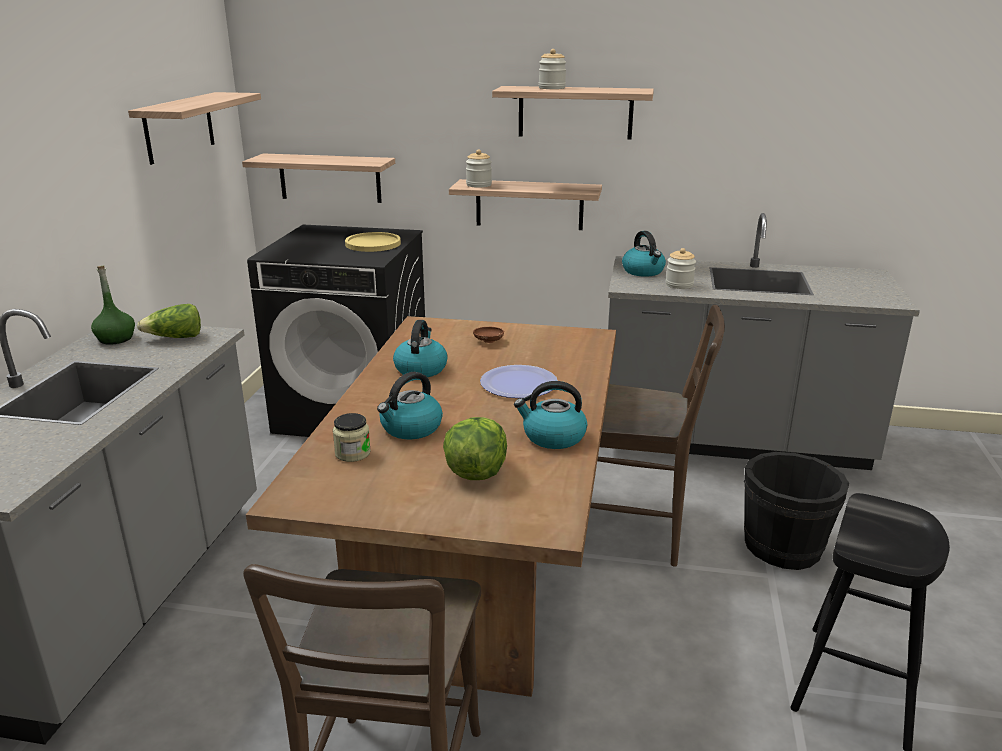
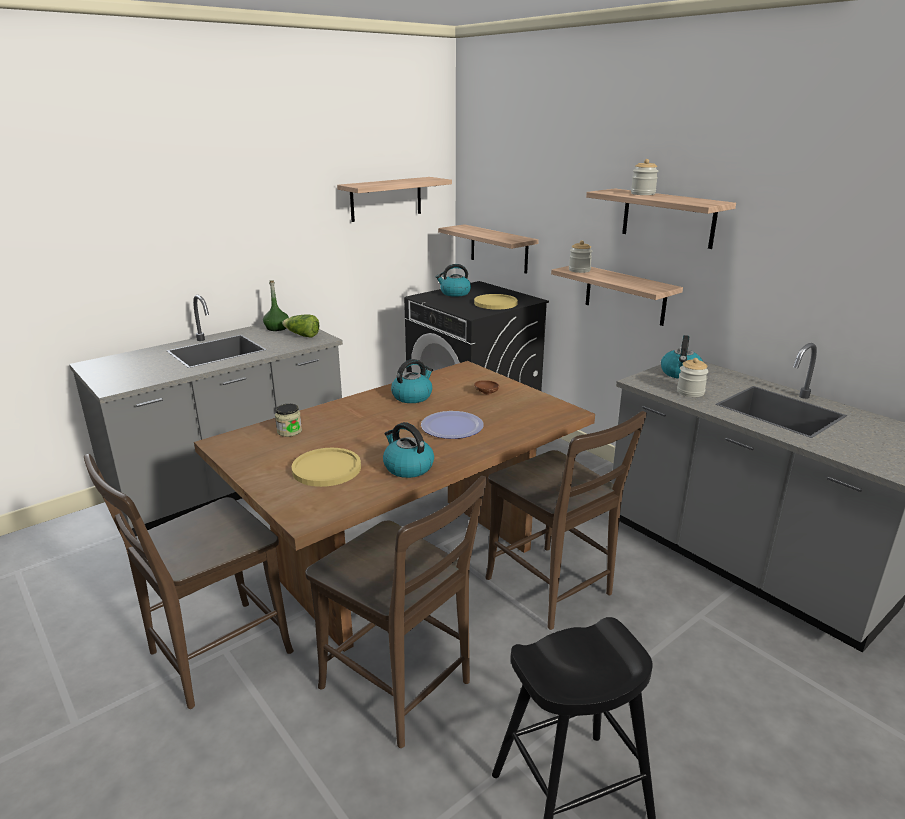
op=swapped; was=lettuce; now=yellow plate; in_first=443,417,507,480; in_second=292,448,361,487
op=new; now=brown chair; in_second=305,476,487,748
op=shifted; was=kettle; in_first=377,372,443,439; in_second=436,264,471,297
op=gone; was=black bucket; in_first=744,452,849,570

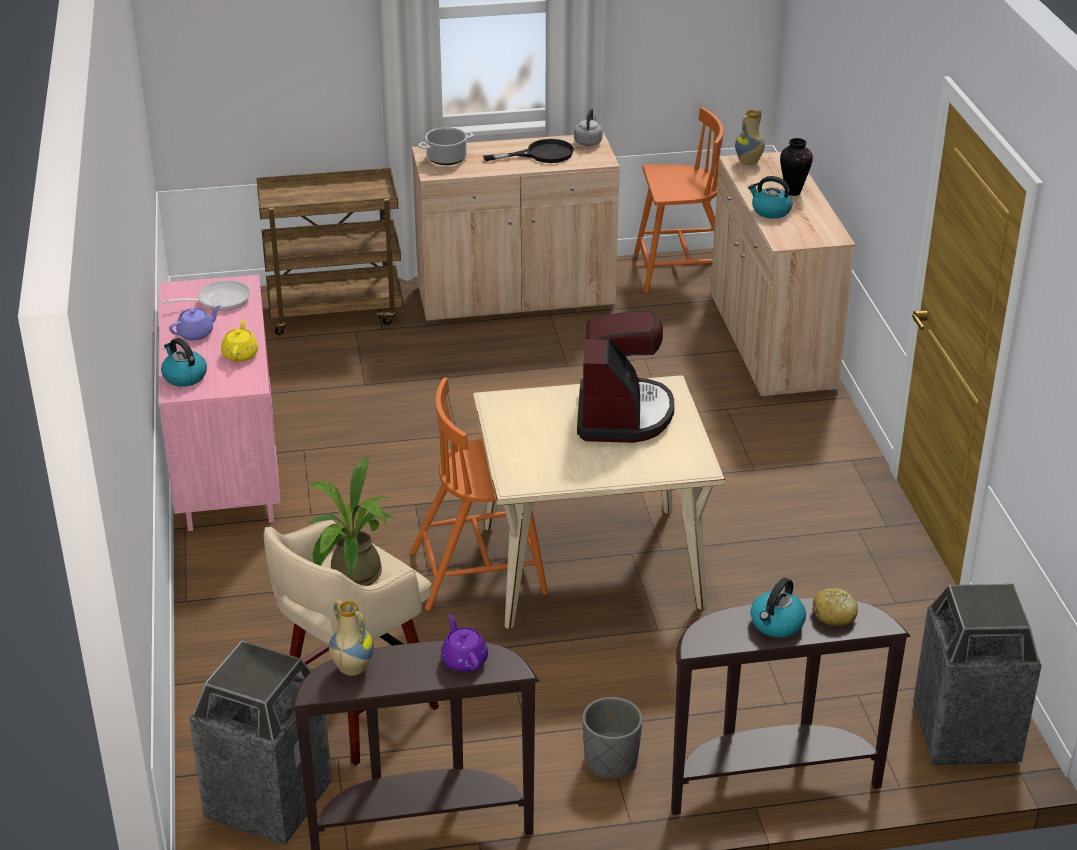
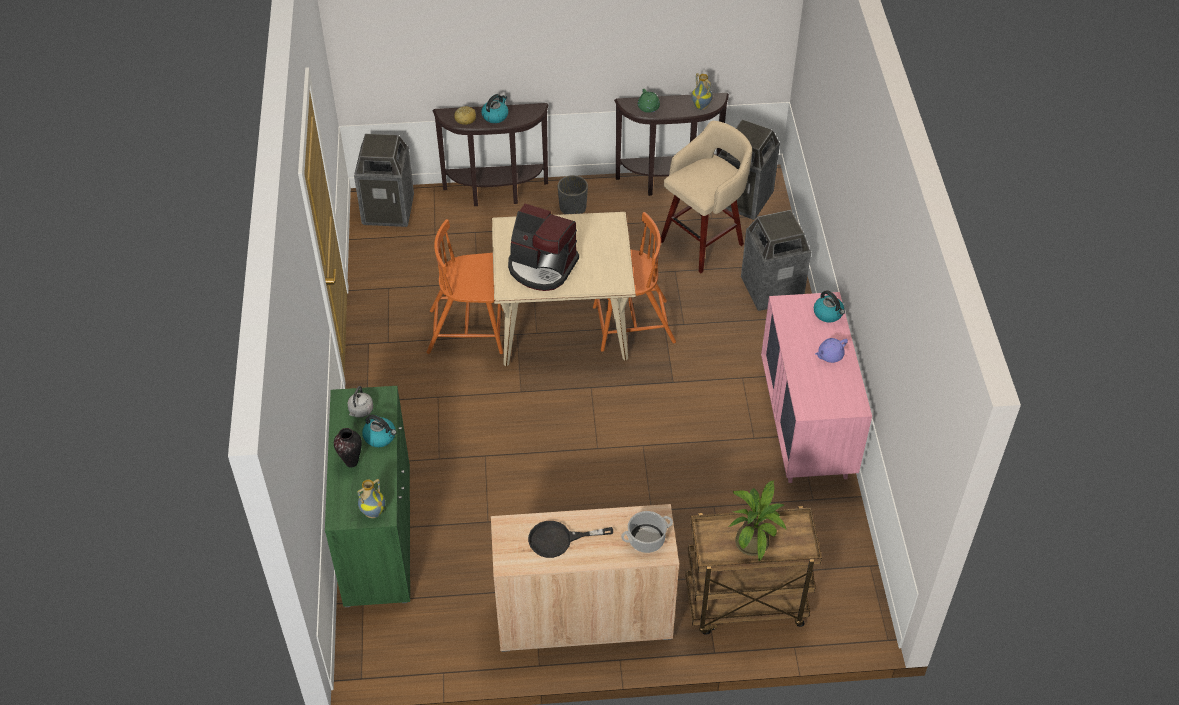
op=repainted; was=beige cabinet; now=green cabinet; in_first=711,152,855,399; in_second=325,386,410,607
op=shifted; was=grey kettle; in_first=574,108,602,146; in_second=348,386,373,418
op=shifted; was=orange chair; in_first=634,107,724,293; in_second=427,219,503,354
op=rotated; was=coffee machine; in_first=577,310,674,443; in_second=508,204,579,291; clockwise=-75
op=repainted; was=purple teapot; now=green teapot; in_first=441,614,488,672; in_second=638,89,660,113
op=shifted; was=potted plant; in_first=308,456,394,586; in_second=729,480,786,562
op=new; now=trash can; in_second=741,210,811,311
op=gone; was=frying pan; in_first=161,280,251,311
op=gone; was=yellow teapot; in_first=221,319,258,362

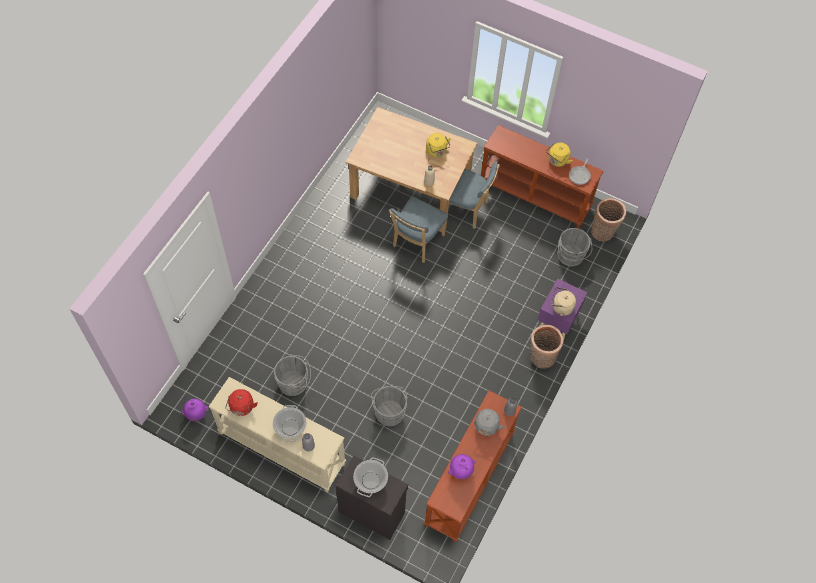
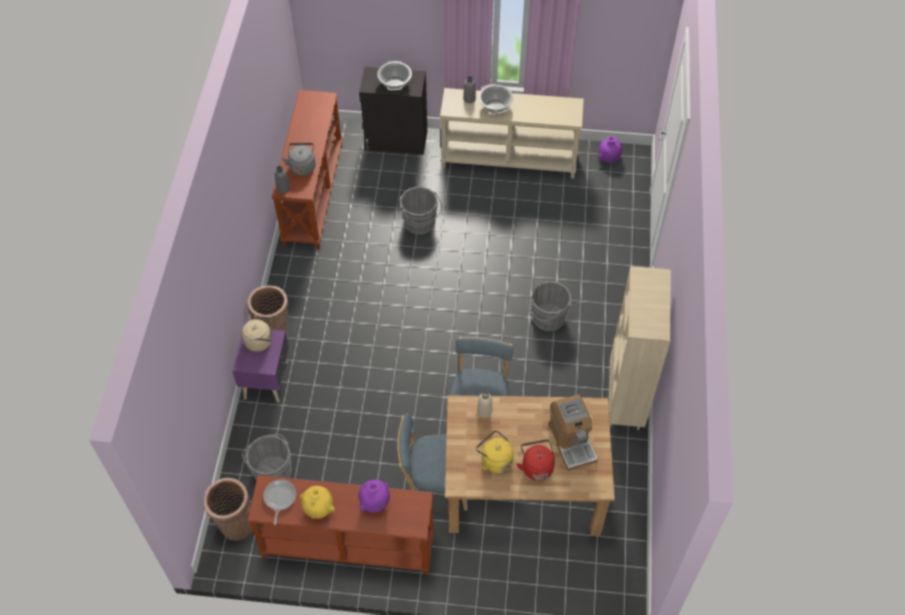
op=swapped; was=yellow kettle; now=yellow vase; in_first=546,142,572,167; in_second=300,486,335,519
op=shifted; was=purple vase; in_first=448,454,476,479; in_second=358,480,390,512
op=shifted; was=red kettle; in_first=225,389,258,416; in_second=517,439,555,481
op=shifted; was=grey bucket; in_first=274,354,311,396; in_second=526,281,571,331
op=new; now=coffee machine; in_second=548,394,598,471
op=new; now=beige bookcase; in_second=608,266,671,430

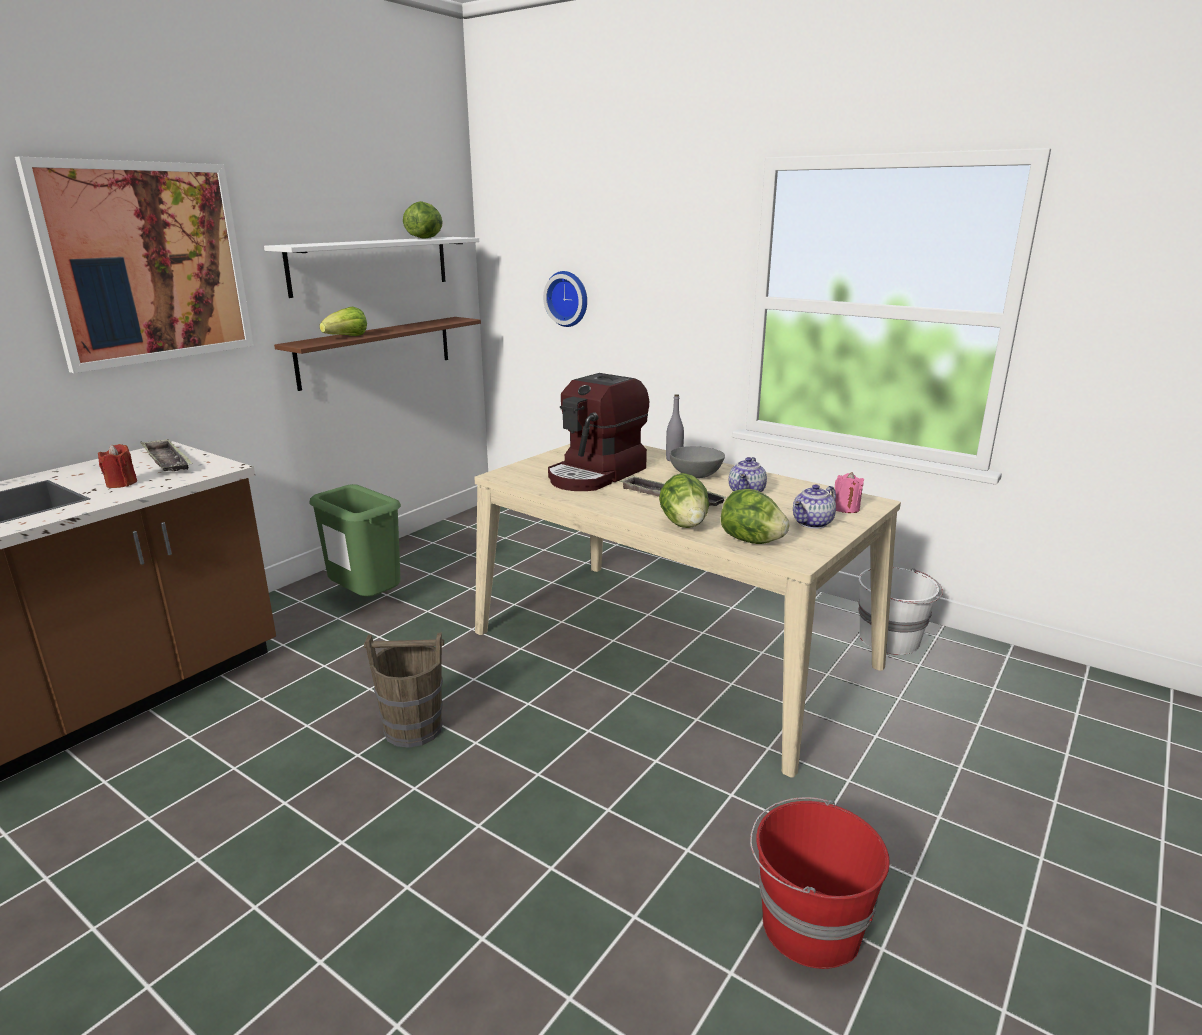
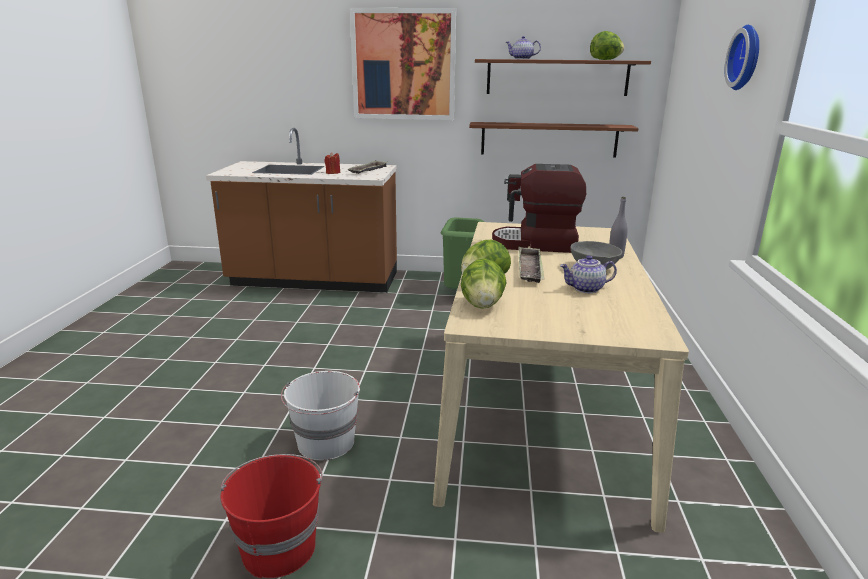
op=shifted; was=white bucket; in_first=858,567,943,655; in_second=281,371,360,460
op=repainted; was=white shelf; now=brown shelf; in_first=264,237,479,298; in_second=475,59,651,96
op=shifted; was=teapot; in_first=793,484,836,529; in_second=506,36,541,59
op=shifted; was=wall clock; in_first=543,271,587,327; in_second=725,25,759,90
op=gone; was=lettuce; in_first=319,306,367,336
op=gone; was=brown bucket; in_first=364,632,444,748
op=gone; was=pink candle; in_first=835,472,864,513

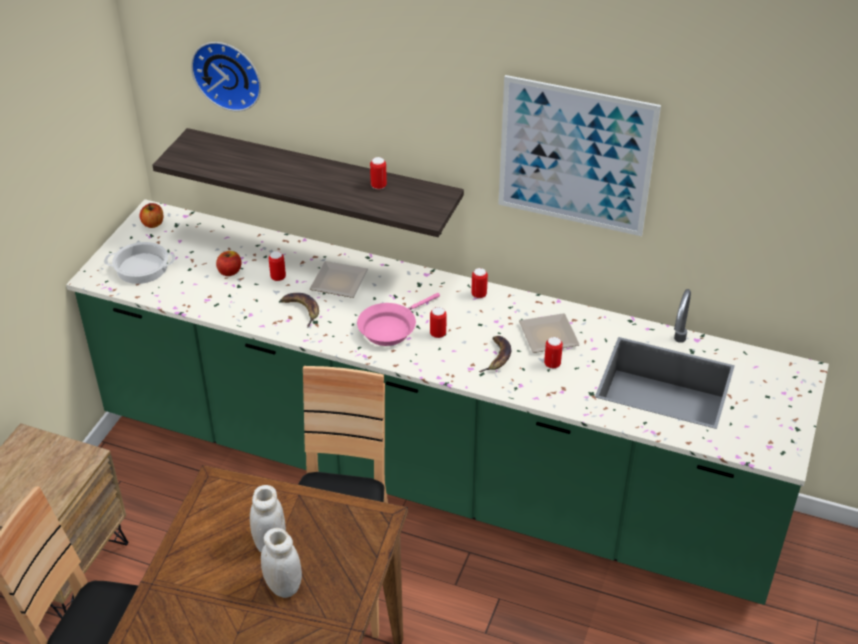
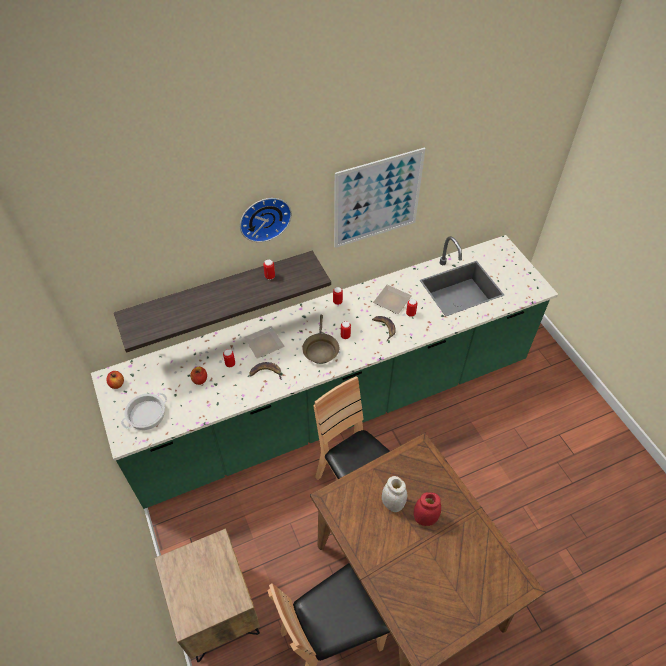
op=shifted; was=wall clock; in_first=191,42,261,112; in_second=240,198,292,242
op=repainted; was=pink frying pan; now=brown frying pan; in_first=357,293,440,346; in_second=302,315,339,364
op=repainted; was=white jar; now=red jar; in_first=261,528,302,598; in_second=414,492,441,526

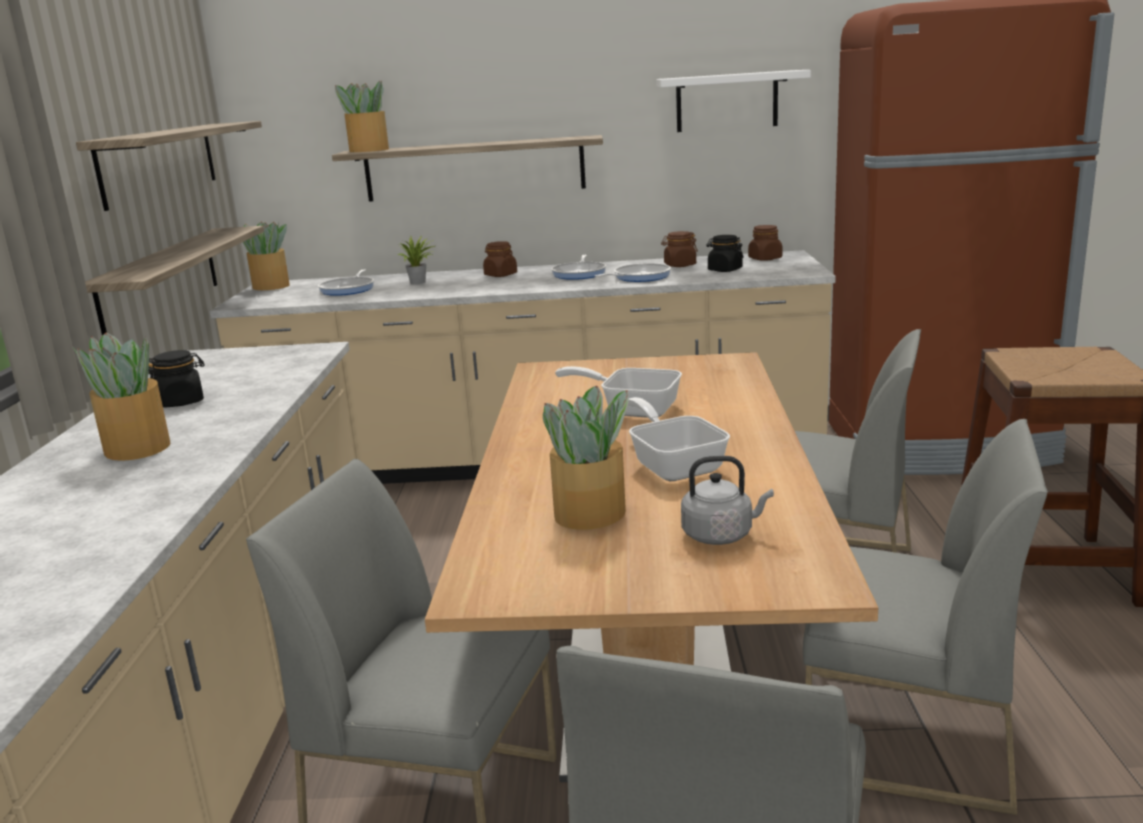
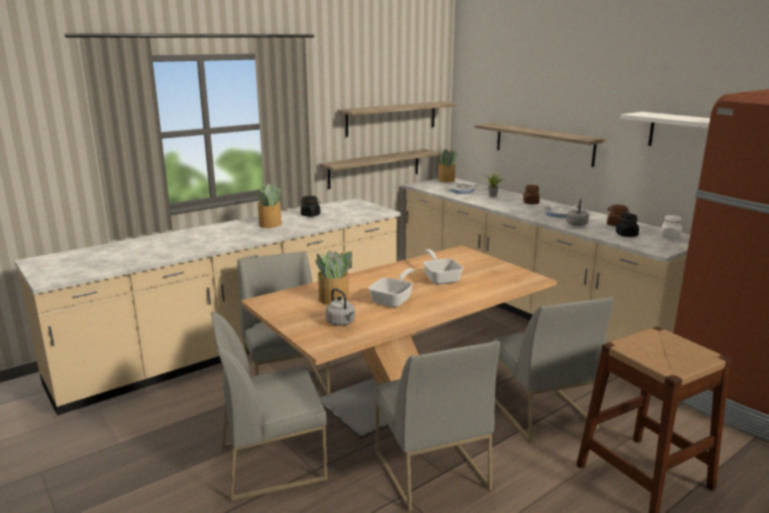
op=swapped; was=frying pan; now=grey kettle; in_first=595,263,671,282; in_second=566,199,589,226
op=repainted; was=brown jar; now=white jar; in_first=748,225,783,261; in_second=660,215,682,239
op=gone; was=potted plant; in_first=335,81,389,152

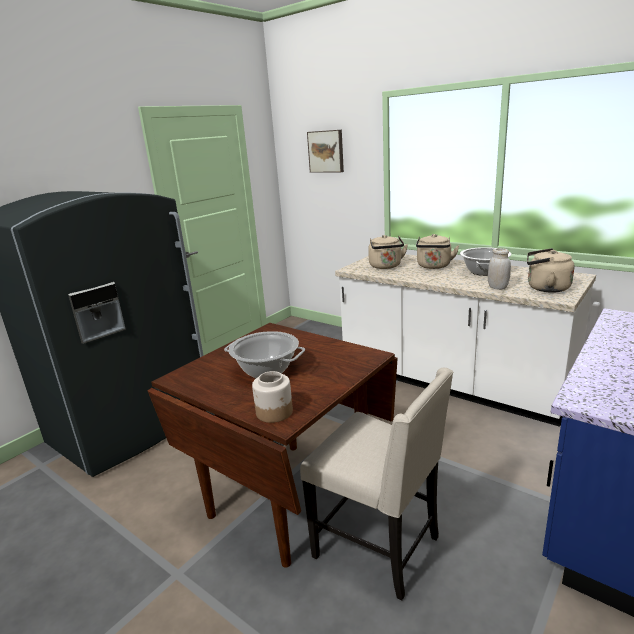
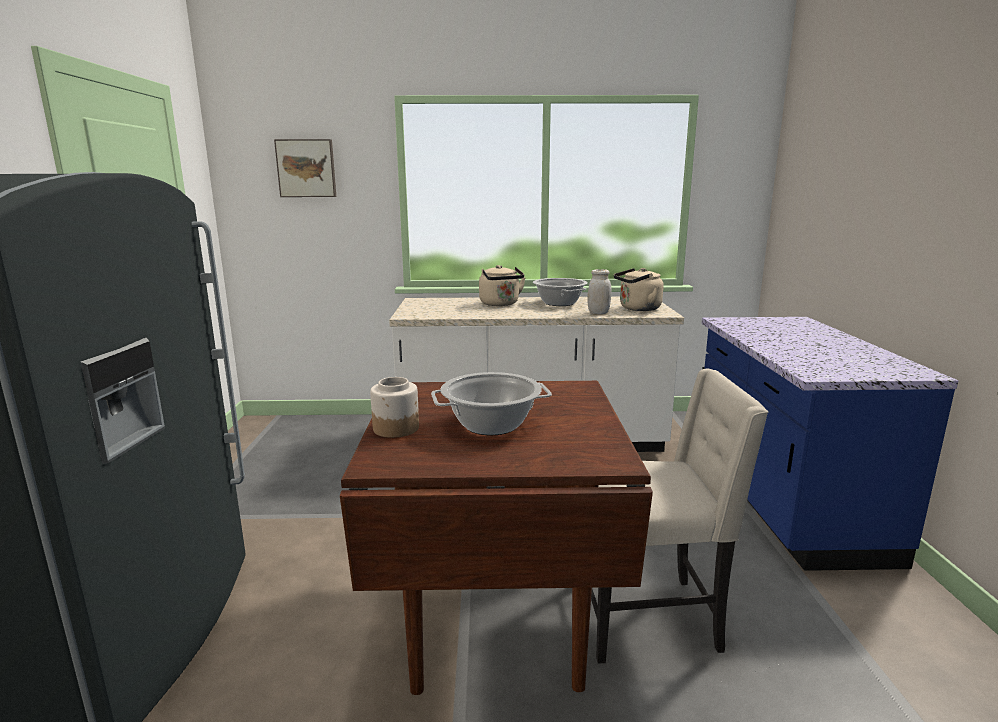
op=shifted; was=jar; in_first=252,371,293,423; in_second=370,377,419,438
op=gone; was=beige kettle; in_first=368,235,408,269

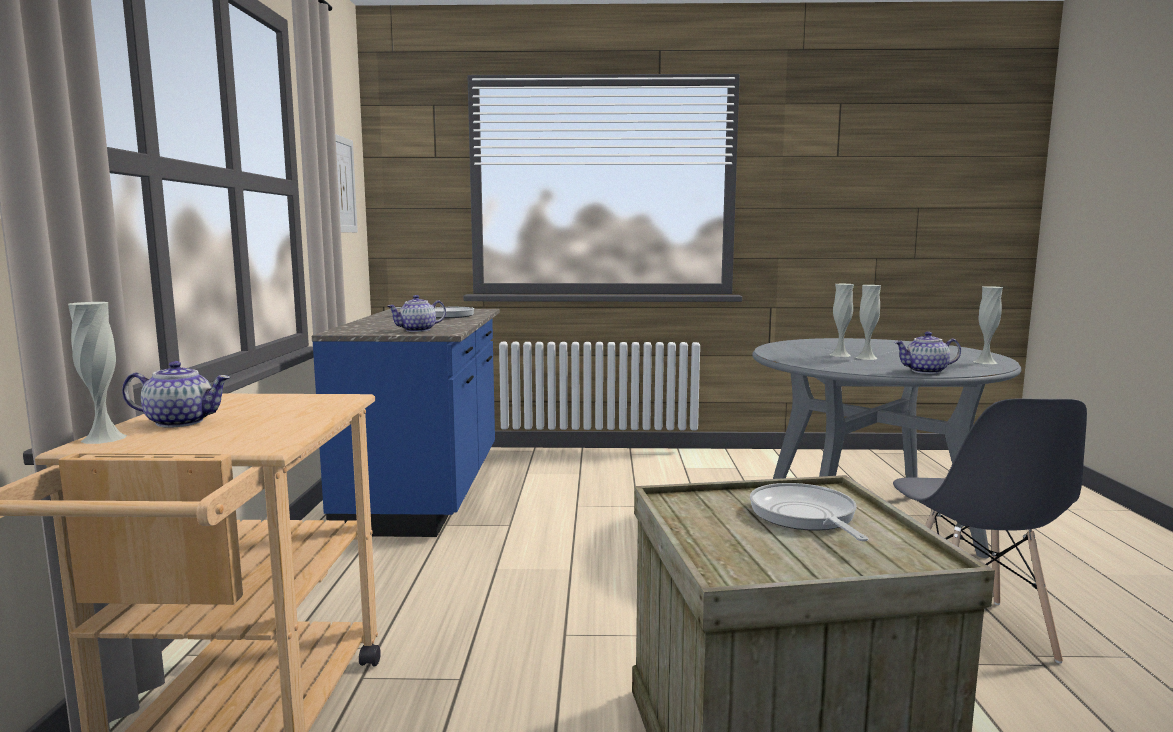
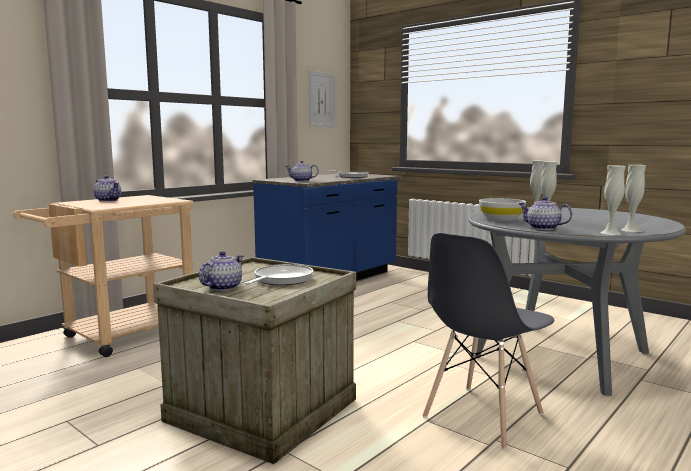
op=new; now=teapot; in_second=199,251,243,291
op=new; now=white bowl; in_second=479,198,526,221
op=shifted; was=white vase; in_first=68,302,127,444; in_second=600,166,626,235

